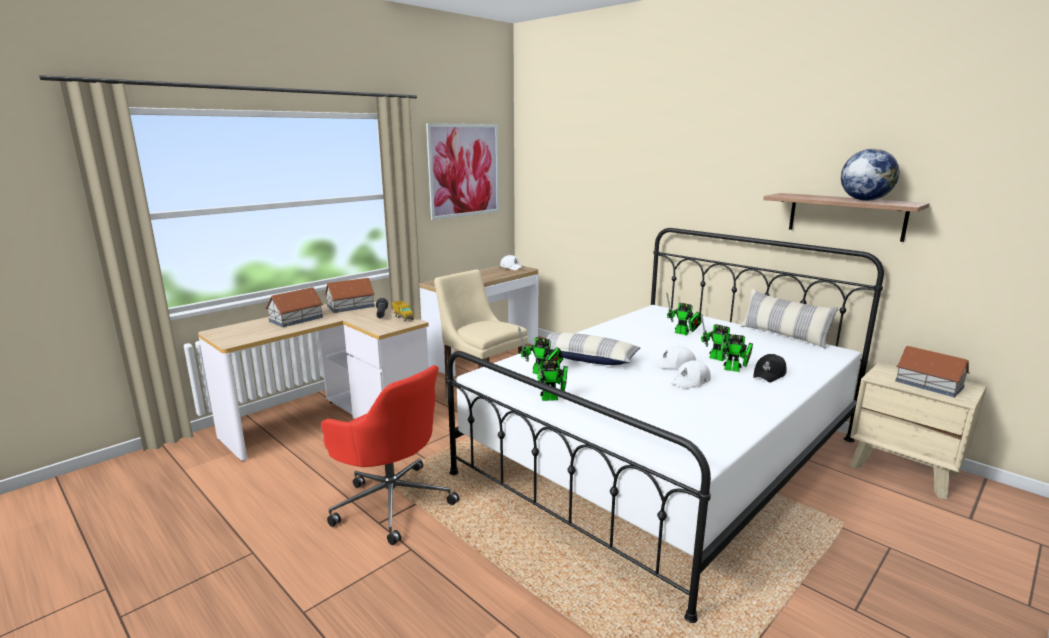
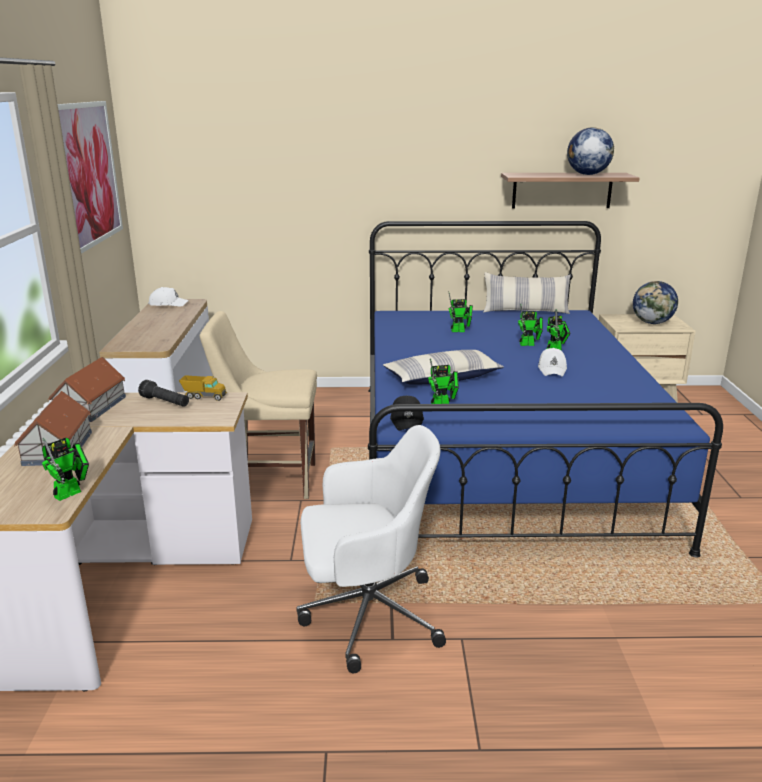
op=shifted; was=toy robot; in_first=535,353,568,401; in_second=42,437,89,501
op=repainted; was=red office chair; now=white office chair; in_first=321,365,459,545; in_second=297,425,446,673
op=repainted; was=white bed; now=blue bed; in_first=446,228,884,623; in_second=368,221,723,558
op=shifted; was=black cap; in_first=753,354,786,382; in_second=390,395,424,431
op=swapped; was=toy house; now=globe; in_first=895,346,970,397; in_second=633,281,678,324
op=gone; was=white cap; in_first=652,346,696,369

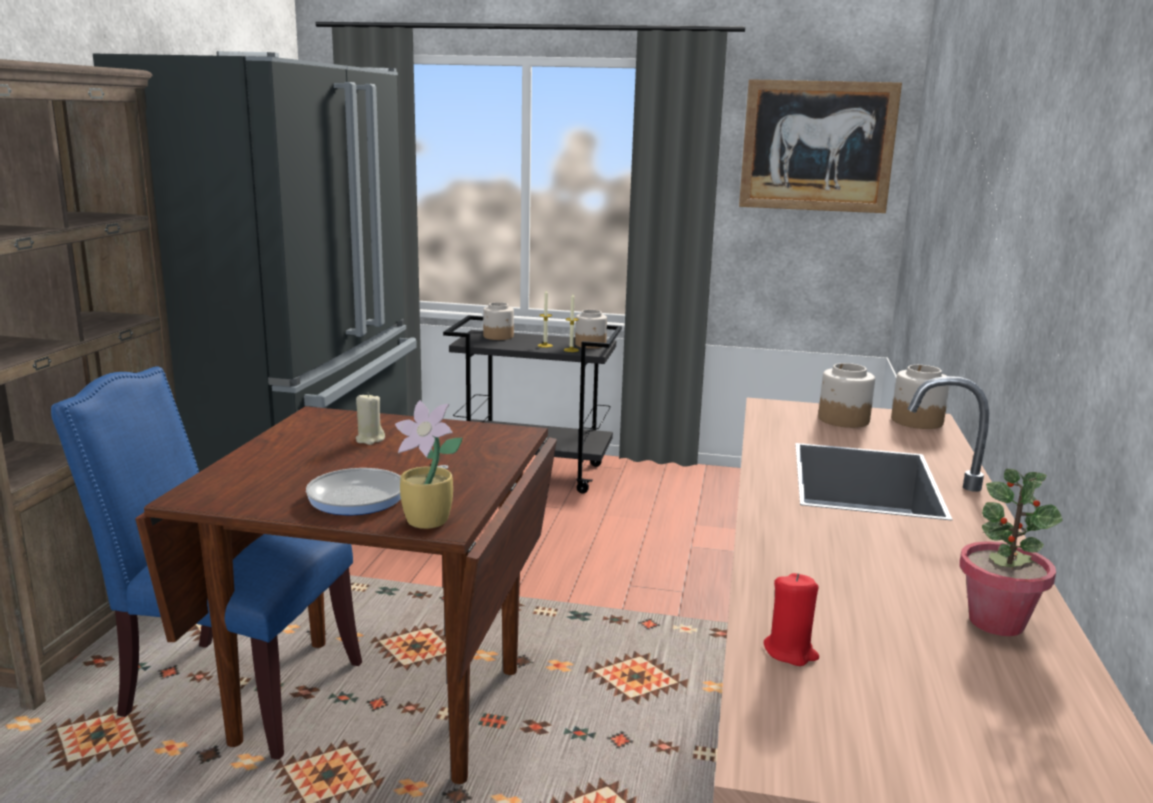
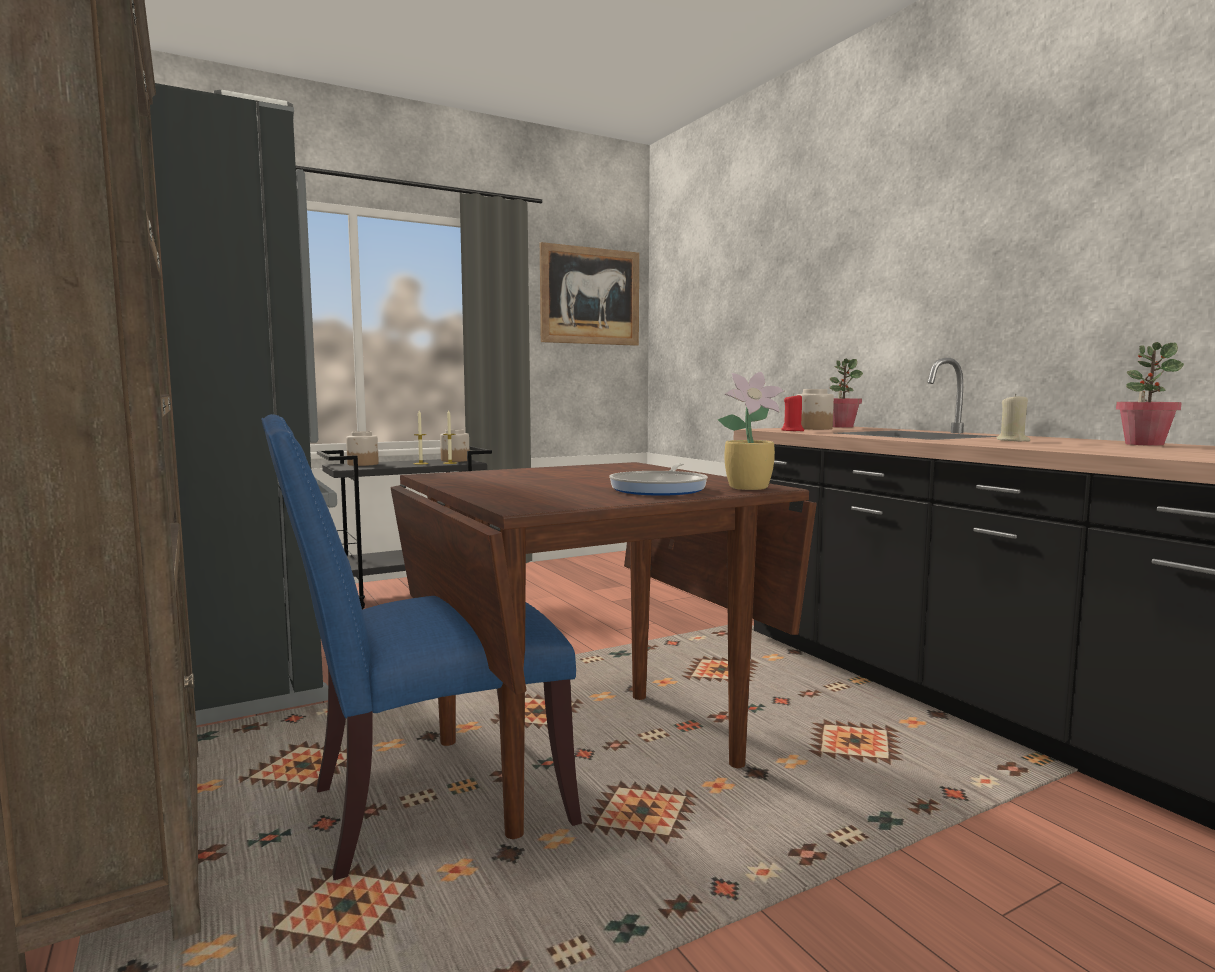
op=shifted; was=red candle; in_first=764,573,819,666; in_second=781,394,804,431
op=swapped; was=jar; now=potted plant; in_first=891,365,950,429; in_second=830,358,863,428
op=shifted; was=beige candle; in_first=356,393,385,445; in_second=997,394,1030,442

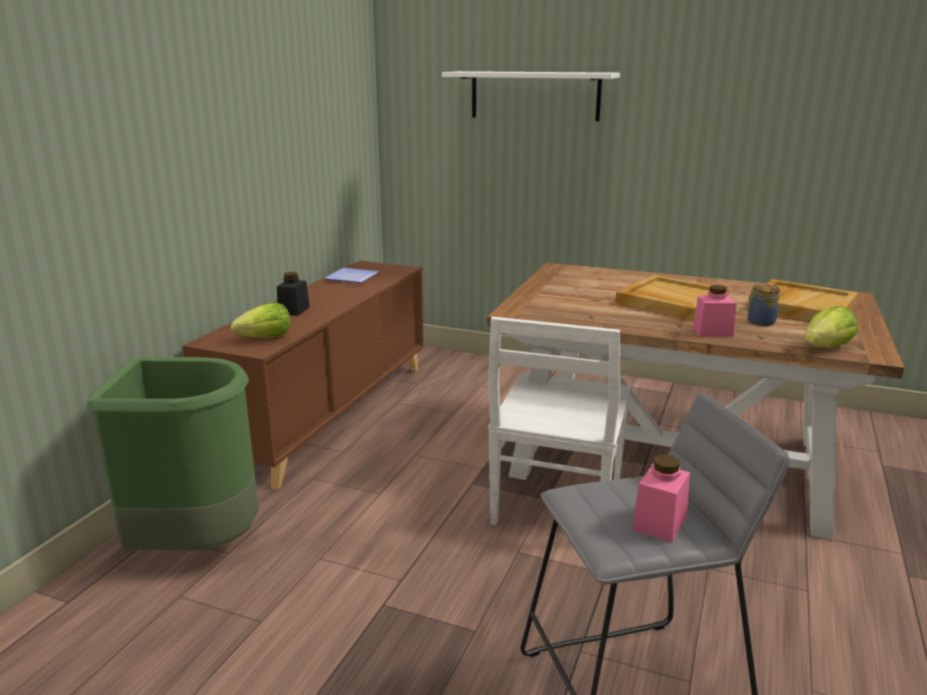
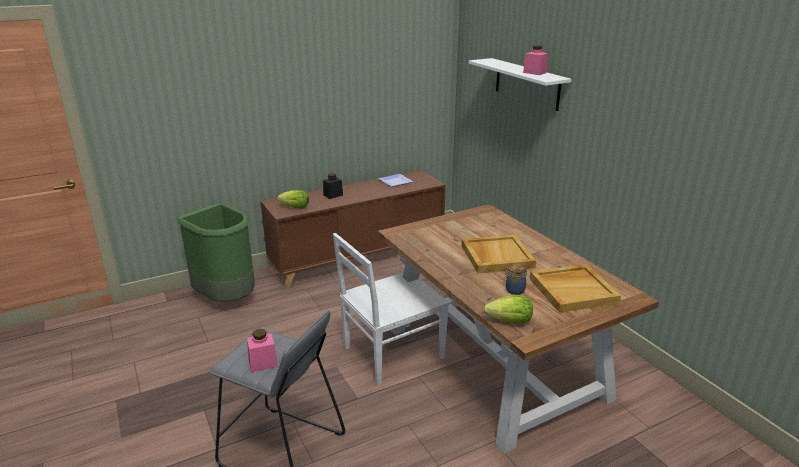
op=shifted; was=pink jar; in_first=693,285,736,337; in_second=523,45,548,75

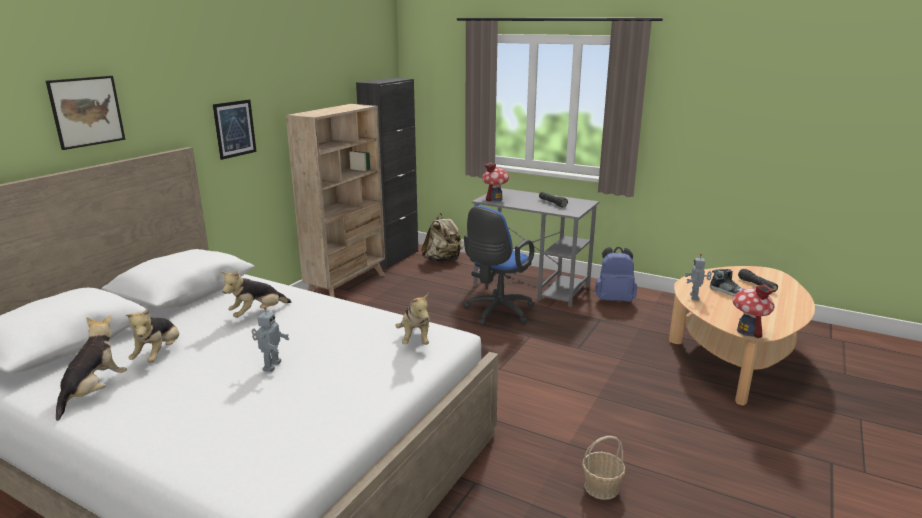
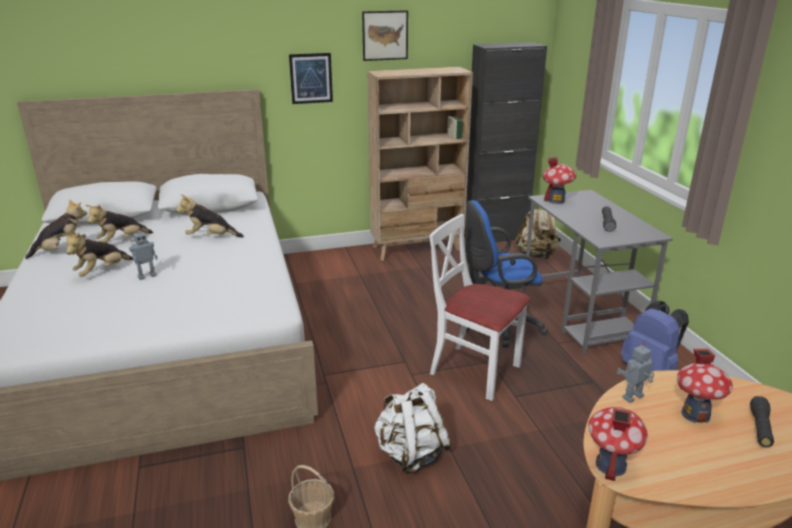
op=shifted; was=plush toy; in_first=396,292,430,345; in_second=62,232,133,277
op=shifted; was=picture; in_first=46,76,125,150; in_second=362,10,408,61
op=new; now=white backpack; in_second=374,383,452,473
op=new; now=white chair; in_second=429,214,530,401
op=swapped; was=shoe; now=toy house; in_first=710,269,745,296; in_second=677,349,733,423

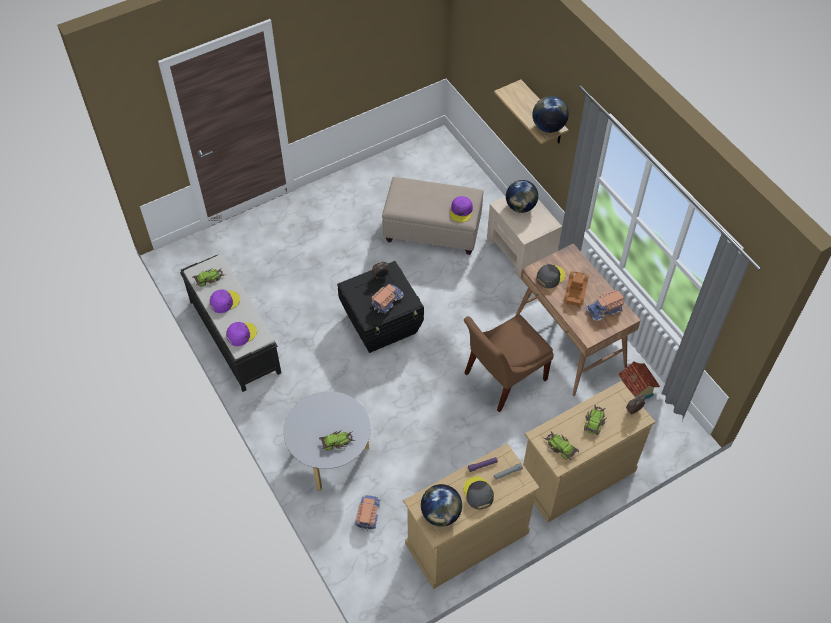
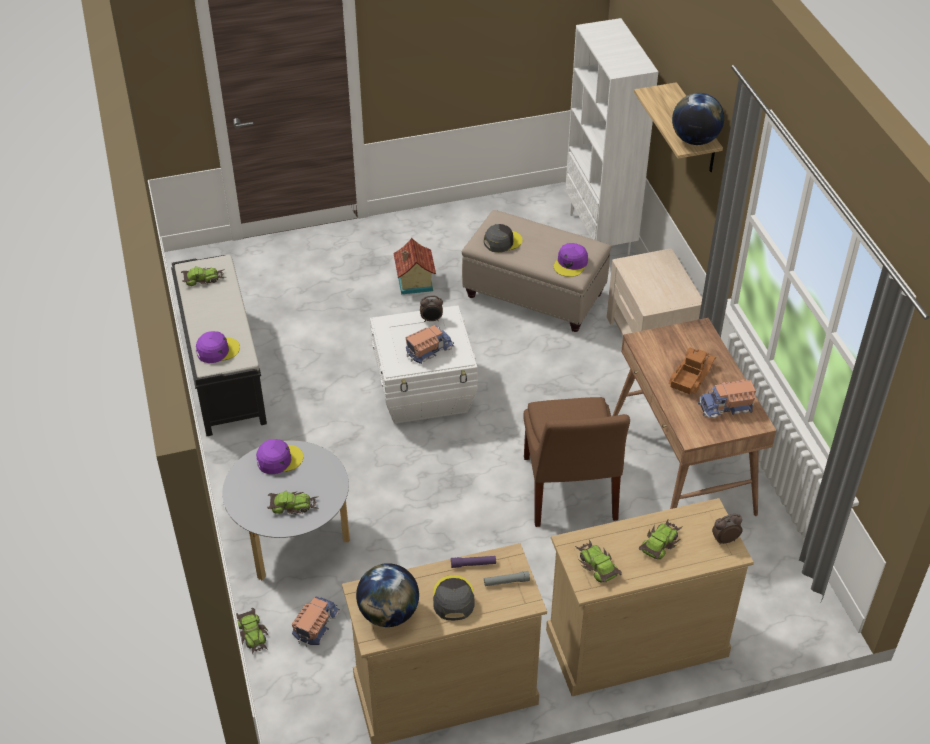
op=new; now=toy car; in_second=236,608,269,654
op=shifted; was=purple cap; in_first=210,290,240,313; in_second=256,439,303,474
op=repainted; was=black storage box; now=white storage box; in_first=337,261,424,353; in_second=370,305,478,424
op=shifted; was=toy house; in_first=619,361,660,399; in_second=393,238,436,294
op=shifted; was=grey cap; in_first=536,264,566,288; in_second=484,224,523,253
op=rotated; was=brown chair; in_first=464,314,554,412; in_second=523,397,630,527; clockwise=-75
op=new; now=white bookcase; in_second=565,18,658,255
op=gone; was=globe; in_first=506,180,538,213

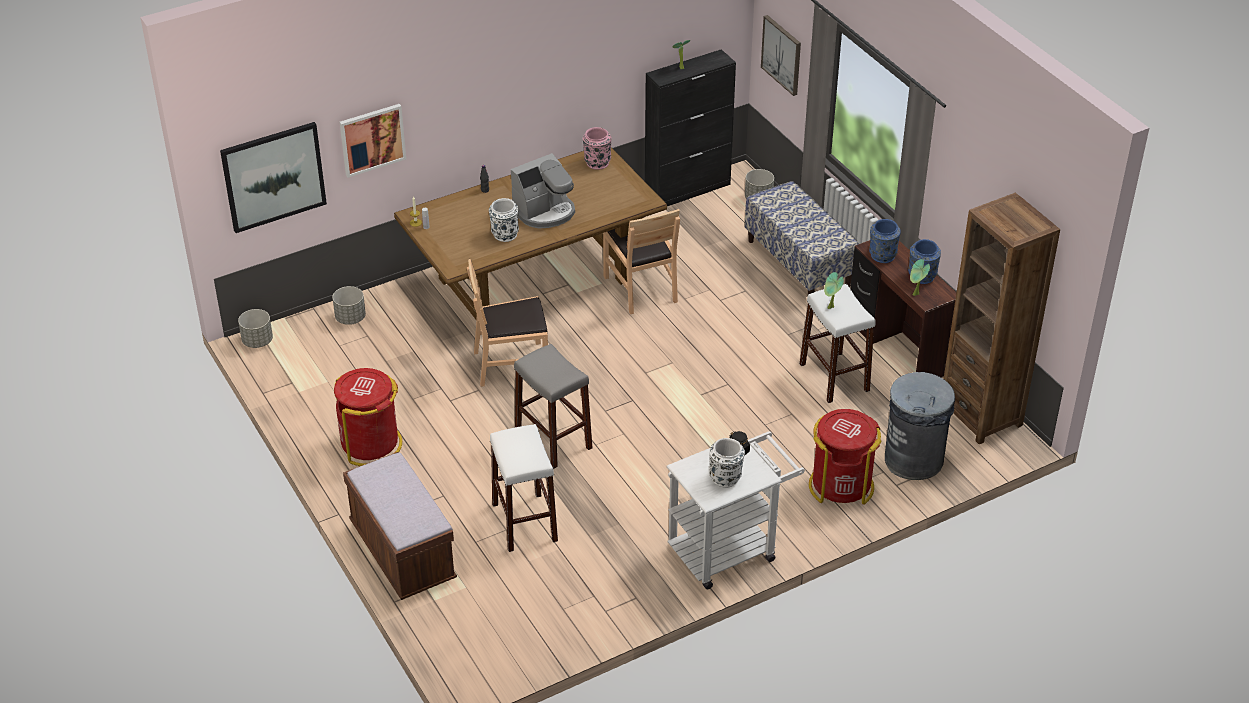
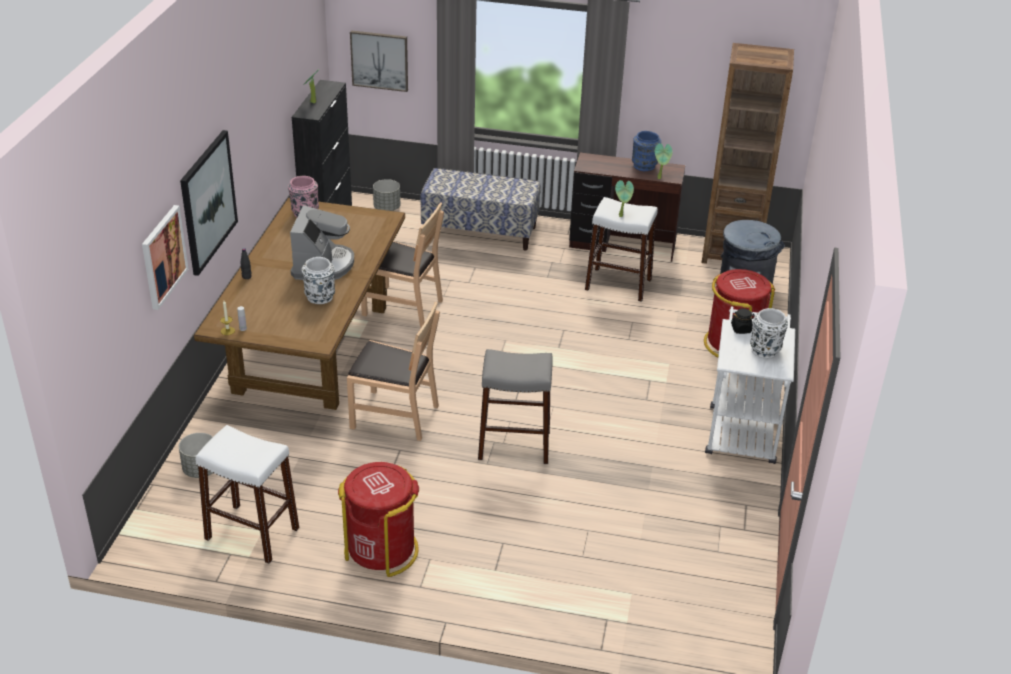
op=shifted; was=picture; in_first=220,122,327,233; in_second=180,130,238,276
op=shifted; was=white stool; in_first=490,424,558,552; in_second=195,425,299,564
op=rotated; was=brown chair; in_first=467,259,548,387; in_second=347,302,440,441; clockwise=-105
op=gone; was=grey planter; in_first=238,309,273,348
op=gone; was=brown bench; in_first=343,452,457,600
op=gone; was=blue vase; in_first=869,219,901,263

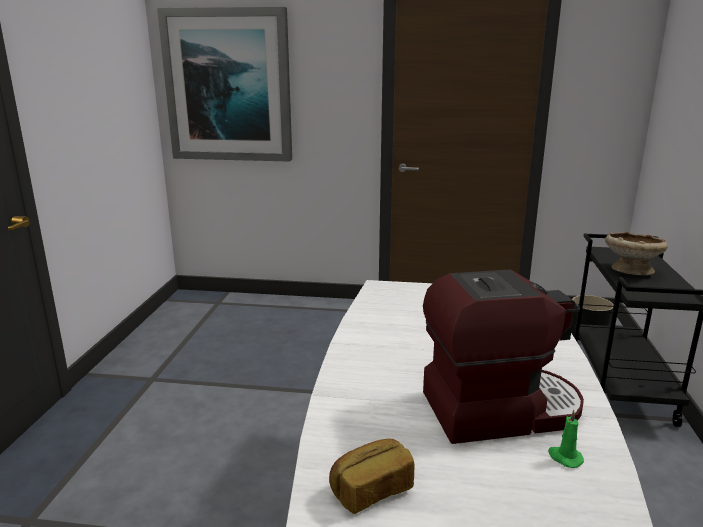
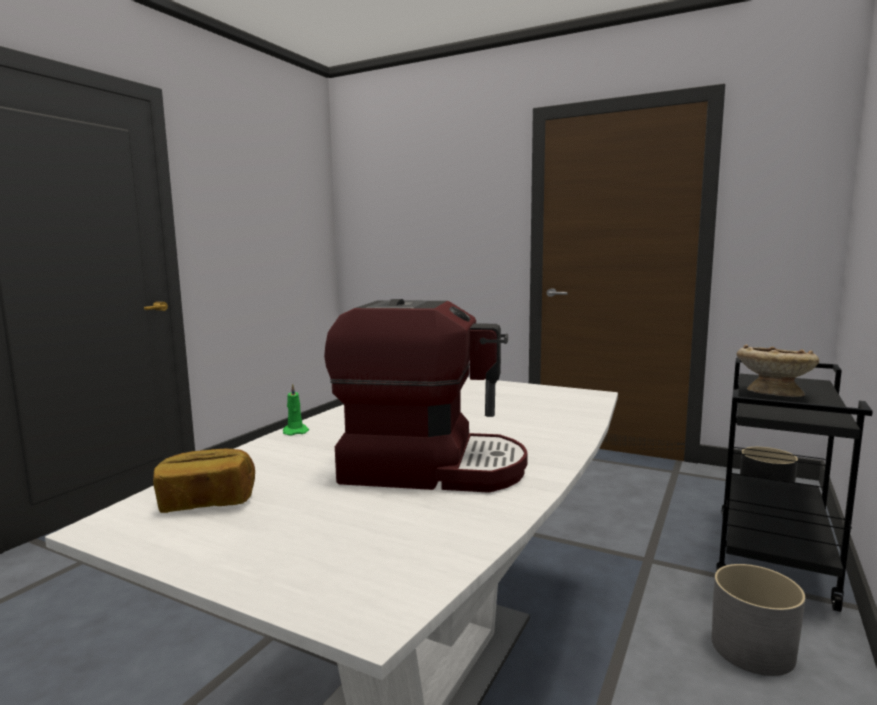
op=shifted; was=green candle; in_first=548,410,584,468; in_second=283,384,309,435
op=new; now=grey planter; in_second=712,564,805,676
op=gone; was=picture; in_first=157,7,292,162

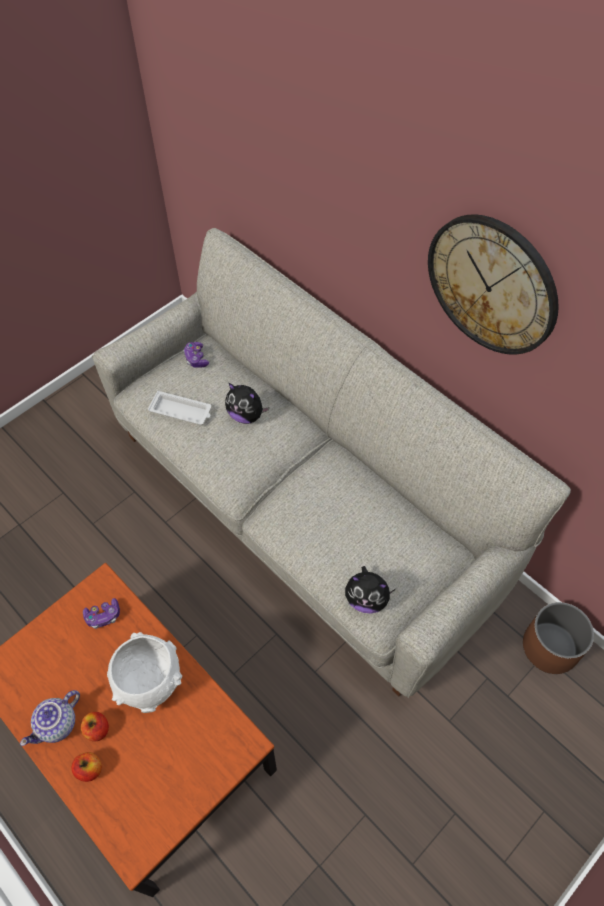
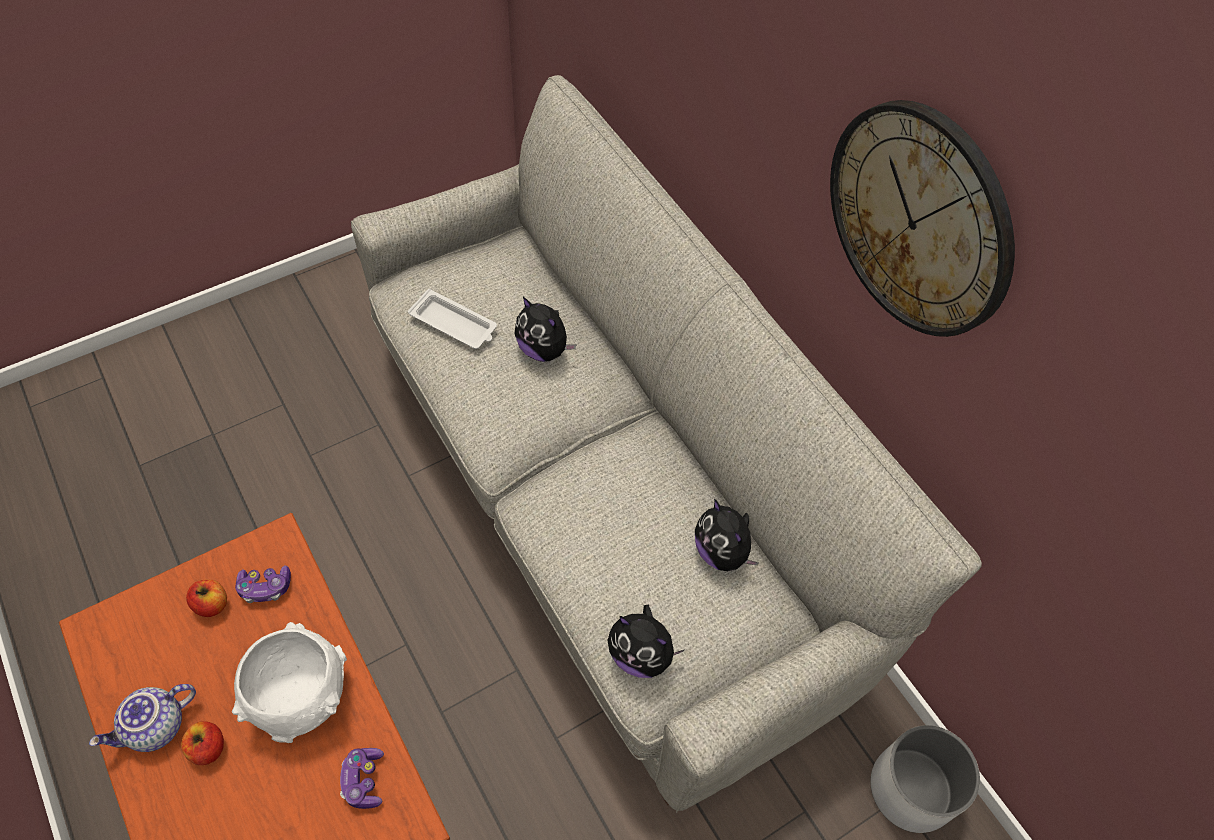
op=shifted; was=apple; in_first=72,752,102,782; in_second=186,579,227,617
op=shifted; was=game controller; in_first=184,342,209,368; in_second=340,748,384,809
op=new; now=plush toy; in_second=695,499,758,571
op=repainted; was=brown planter; now=white planter; in_first=523,602,594,674; in_second=870,725,980,833

